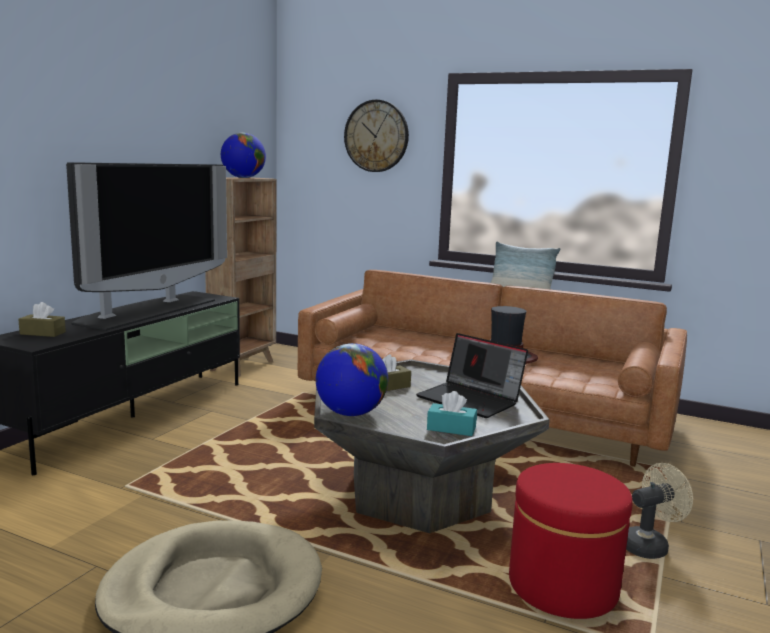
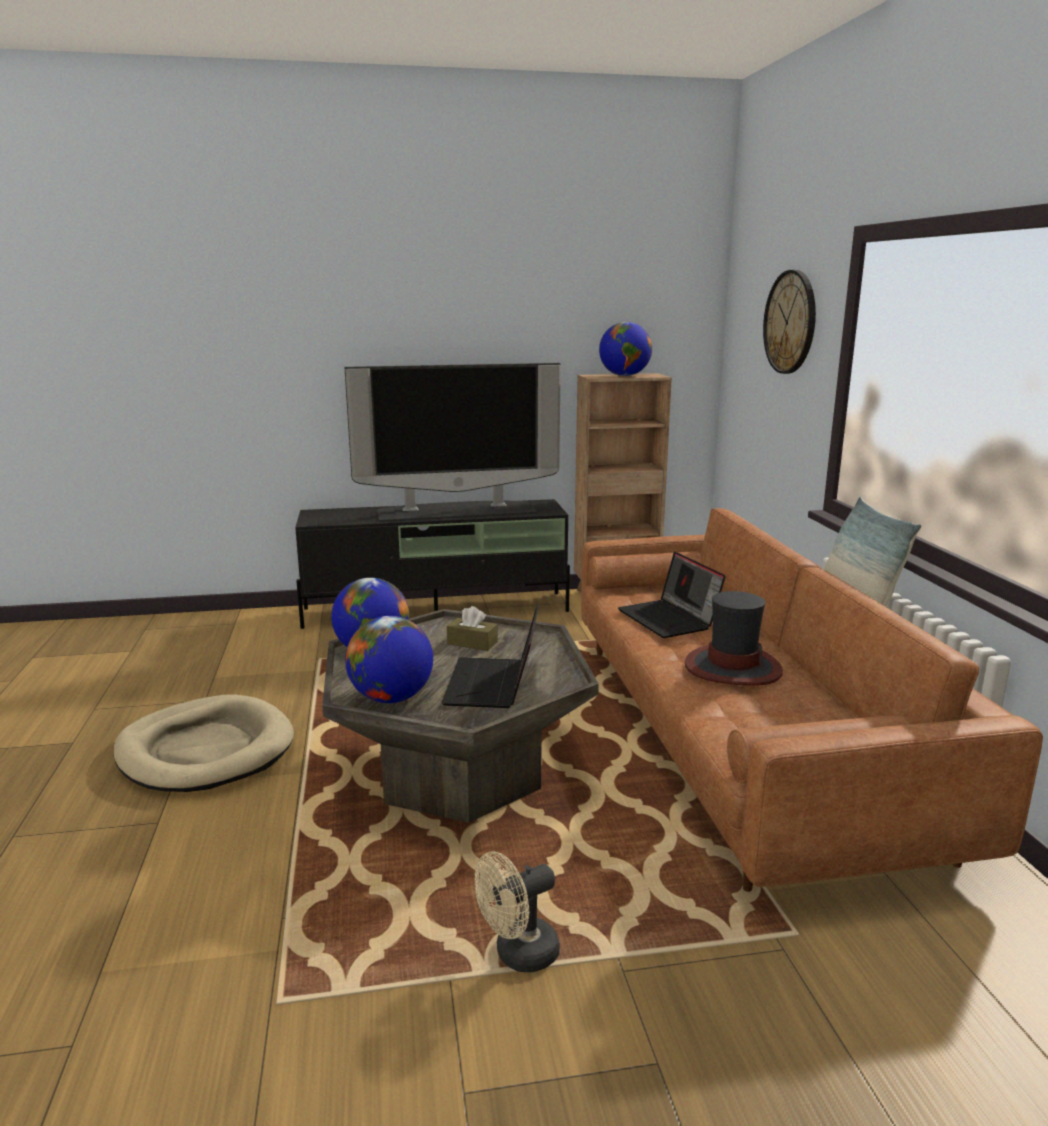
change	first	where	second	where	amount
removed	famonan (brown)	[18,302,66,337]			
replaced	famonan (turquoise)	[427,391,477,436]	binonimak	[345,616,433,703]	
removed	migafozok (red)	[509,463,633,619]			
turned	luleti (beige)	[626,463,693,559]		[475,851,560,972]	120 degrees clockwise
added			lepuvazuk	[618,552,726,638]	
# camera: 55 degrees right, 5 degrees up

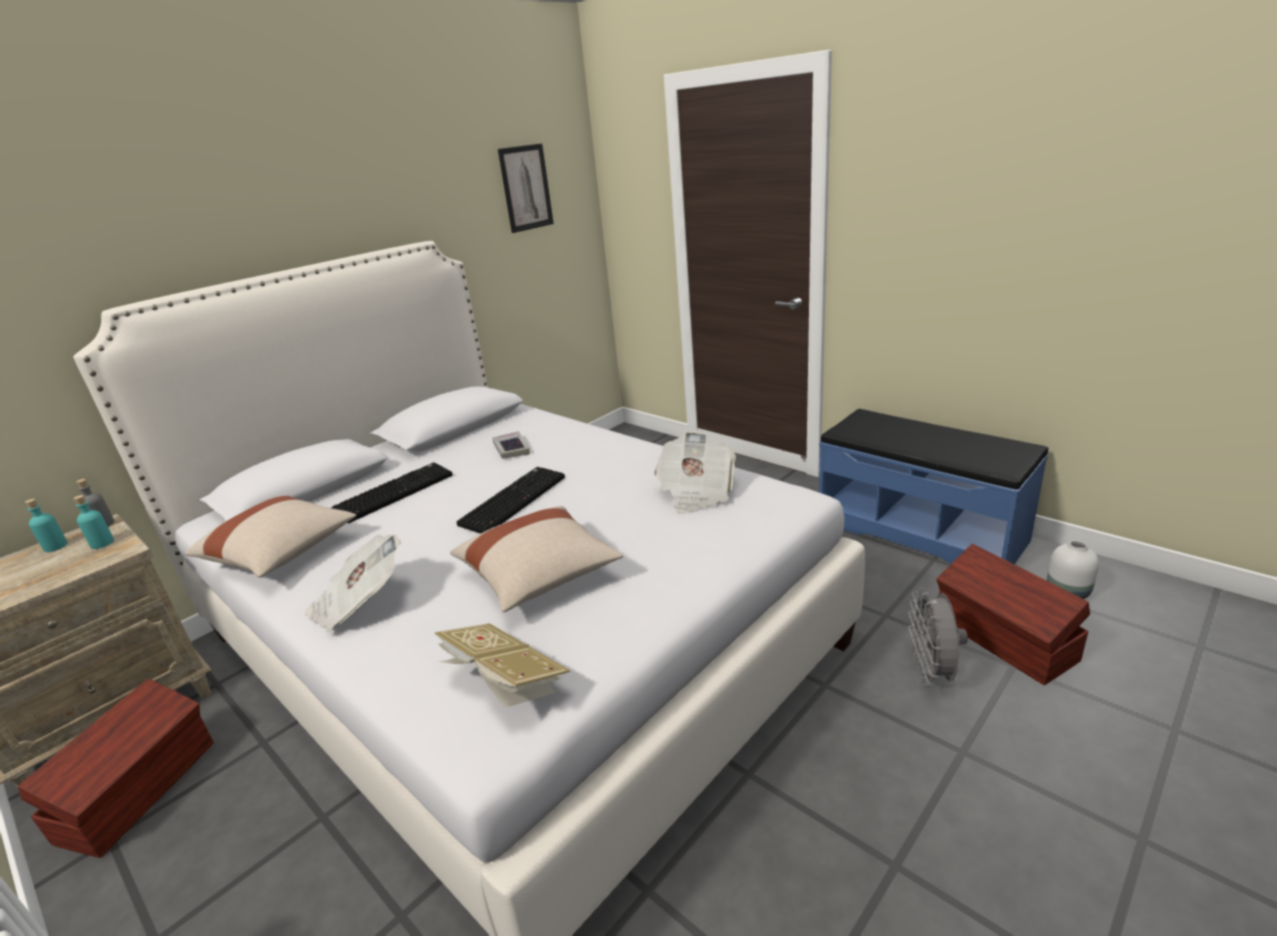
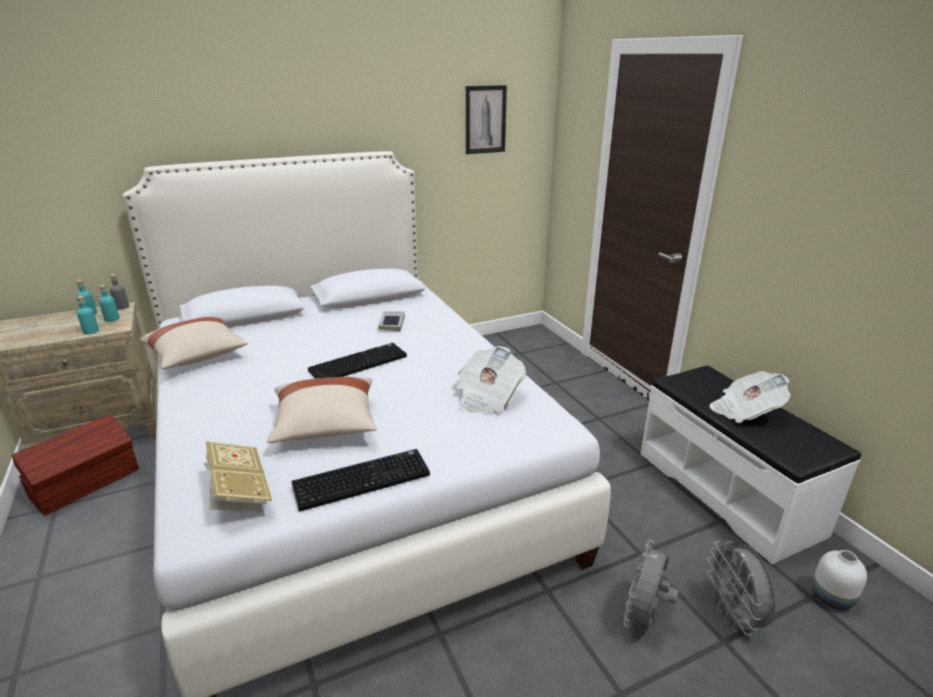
change	first	where	second	where	amount
recoloured	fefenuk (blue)	[819,409,1048,564]	fefenuk (white)	[641,365,861,564]	
moved	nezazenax	[331,462,453,523]		[292,449,430,511]	
moved	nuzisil	[305,534,401,632]		[710,371,791,423]	
replaced	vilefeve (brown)	[937,544,1090,685]	luleti (grey)	[707,541,775,636]	
added			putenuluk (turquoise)	[77,296,99,334]	
# camera: 20 degrees right, 0 degrees up

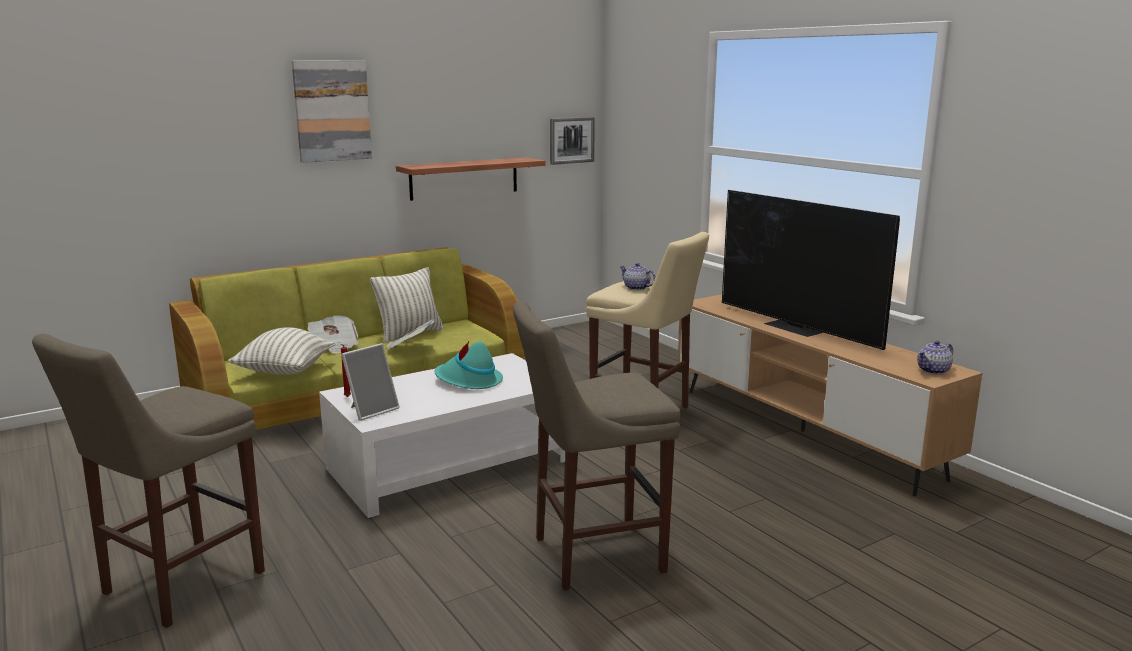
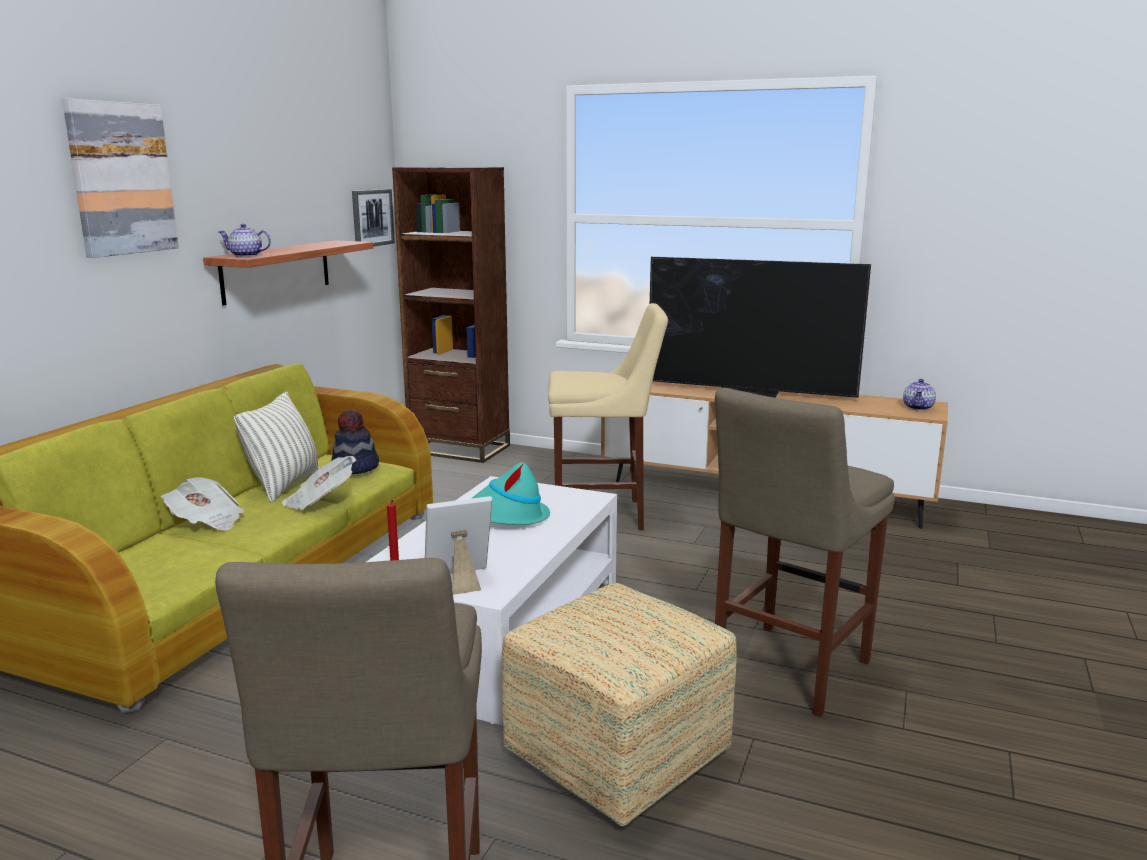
change	first	where	second	where	amount
moved	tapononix	[619,263,656,290]		[218,224,271,257]	
removed	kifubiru	[228,327,335,375]			
turned	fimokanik	[341,343,400,421]		[425,496,492,595]	120 degrees counterclockwise
added			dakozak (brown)	[392,167,510,463]	
added			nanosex	[332,409,379,474]	
added			migafozok	[502,583,737,826]	
# camera: 35 degrees left, 0 degrees up

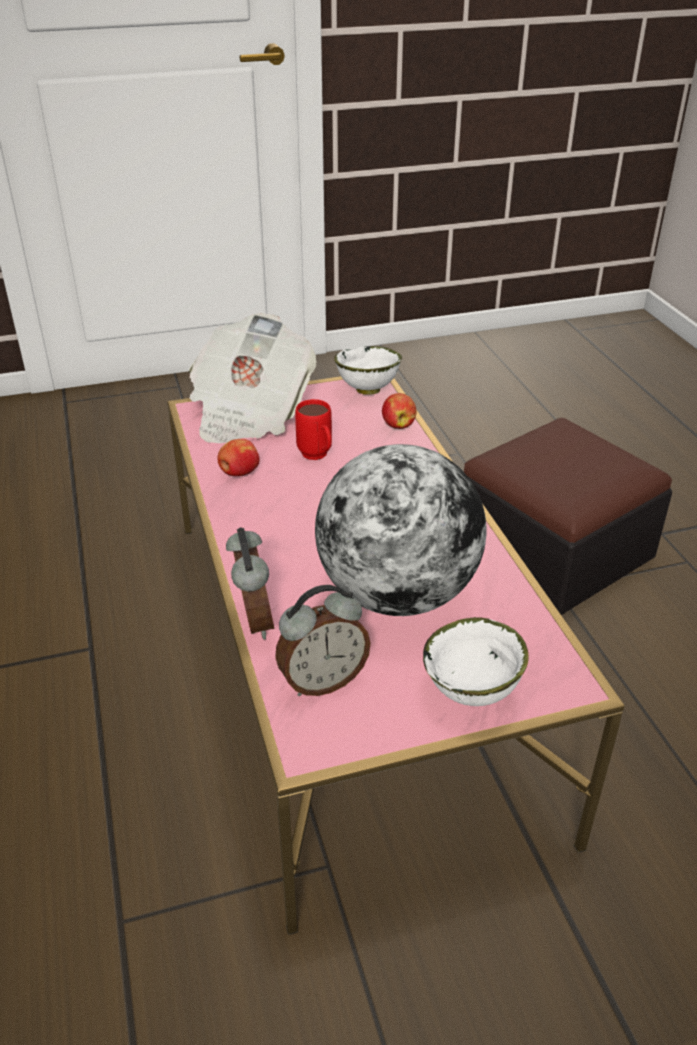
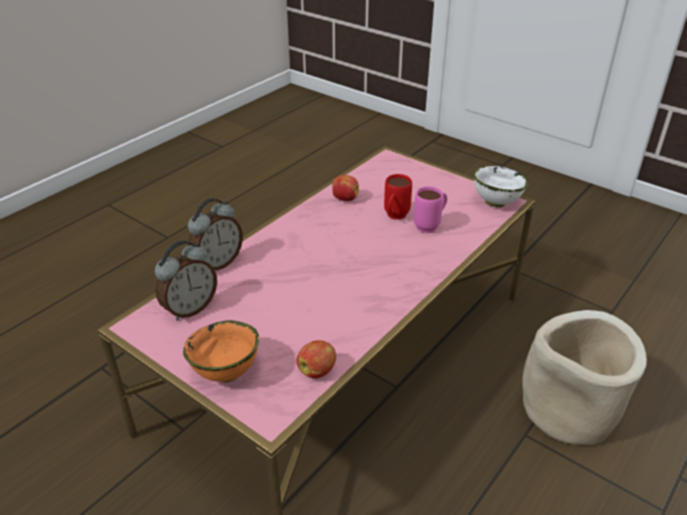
change	first	where	second	where	amount
removed	nuzisil	[189,313,317,443]			
moved	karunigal	[382,393,417,429]		[296,340,336,378]	
replaced	migafozok	[464,418,672,615]	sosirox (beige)	[522,310,647,445]	
removed	binonimak	[315,444,486,616]			
turned	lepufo	[275,585,371,696]		[155,240,217,321]	75 degrees counterclockwise
recoloured	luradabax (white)	[423,617,529,706]	luradabax (orange)	[183,320,259,382]	
added			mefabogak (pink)	[414,187,447,233]	
# camera: 55 degrees right, 0 degrees up

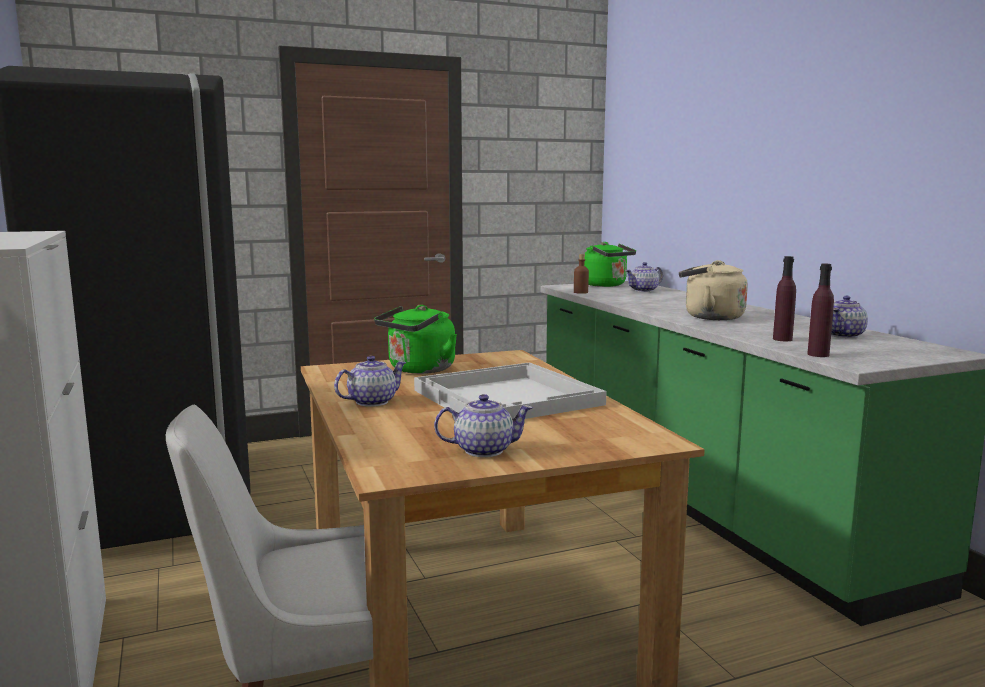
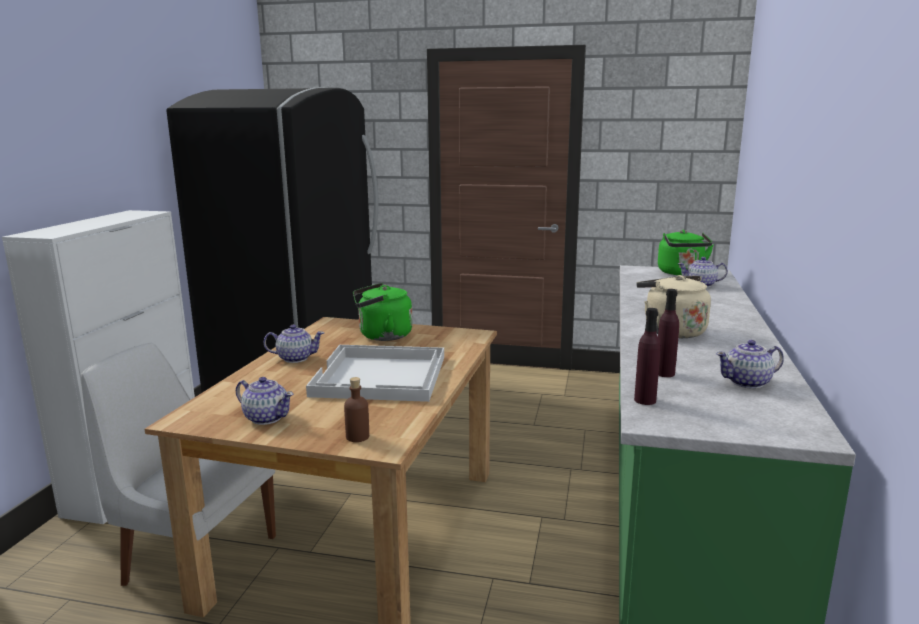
change	first	where	second	where	amount
moved	putenuluk (brown)	[574,254,589,294]		[344,377,369,442]	
# camera: 35 degrees right, 5 degrees up

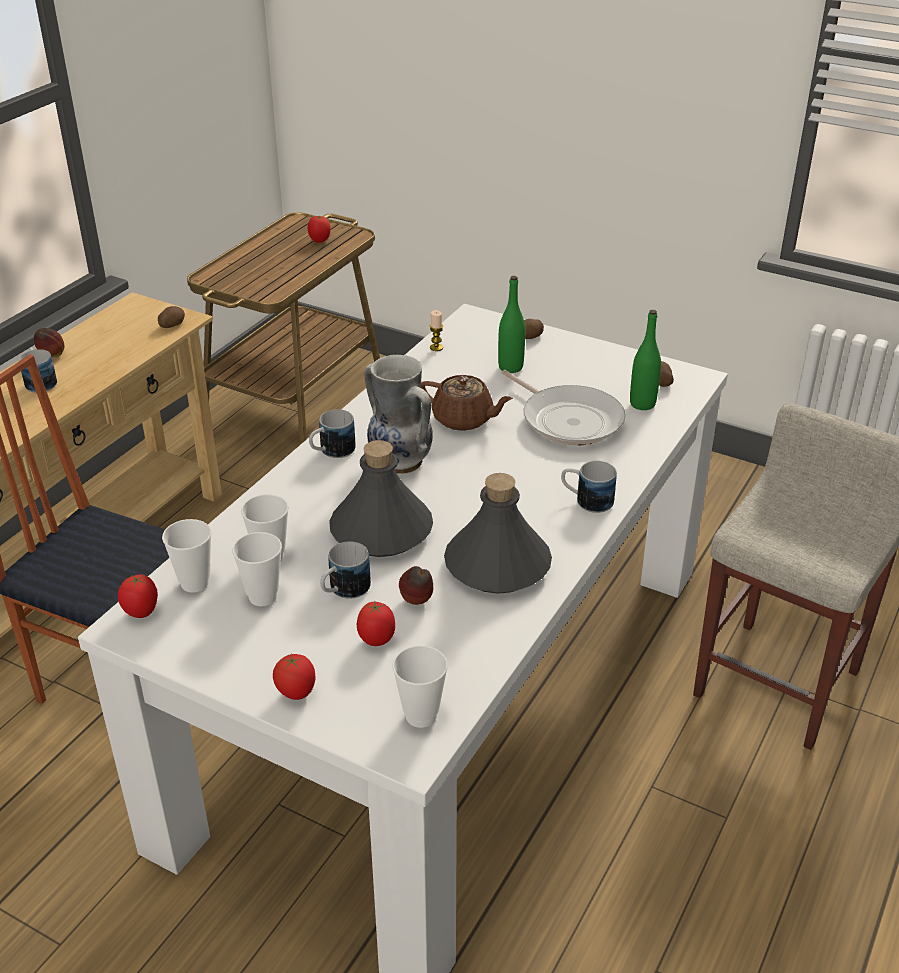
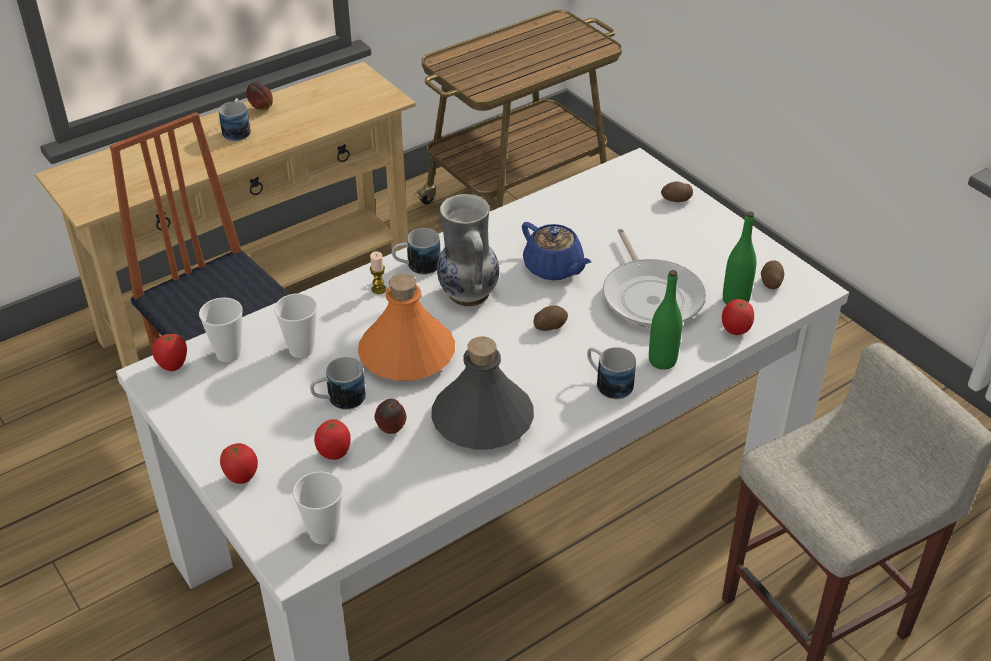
change	first	where	second	where	amount
moved	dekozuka	[307,216,331,243]		[722,299,754,335]	
moved	putenuluk (green)	[498,276,525,373]		[649,270,682,370]	
moved	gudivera	[158,306,185,328]		[533,305,568,331]	
moved	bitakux	[430,310,443,351]		[370,251,386,294]	
recoloured	tapononix (brown)	[421,375,513,431]	tapononix (blue)	[522,222,591,281]	
recoloured	putenuluk (grey)	[329,440,433,557]	putenuluk (orange)	[358,273,455,381]	
removed	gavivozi	[232,532,282,606]			
# camera: 25 degrees right, 5 degrees up

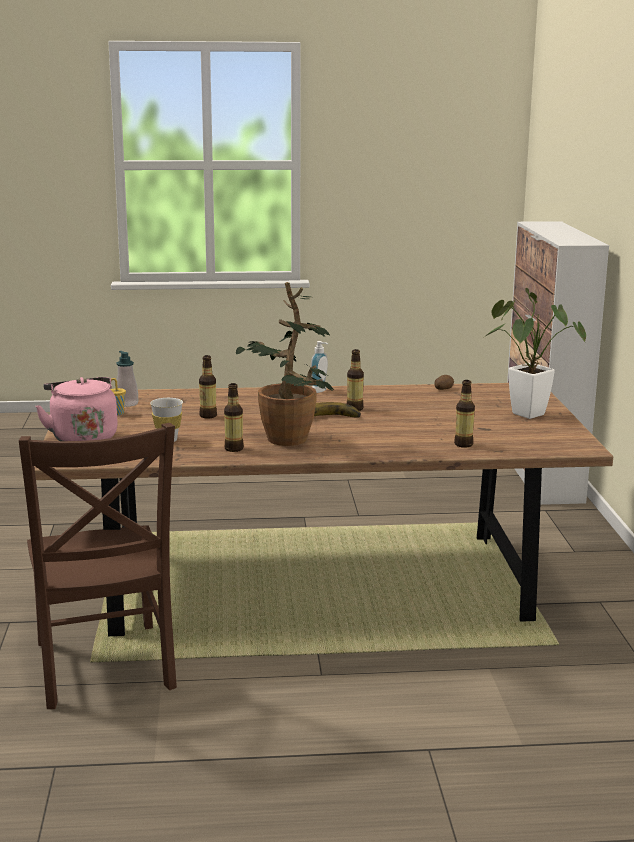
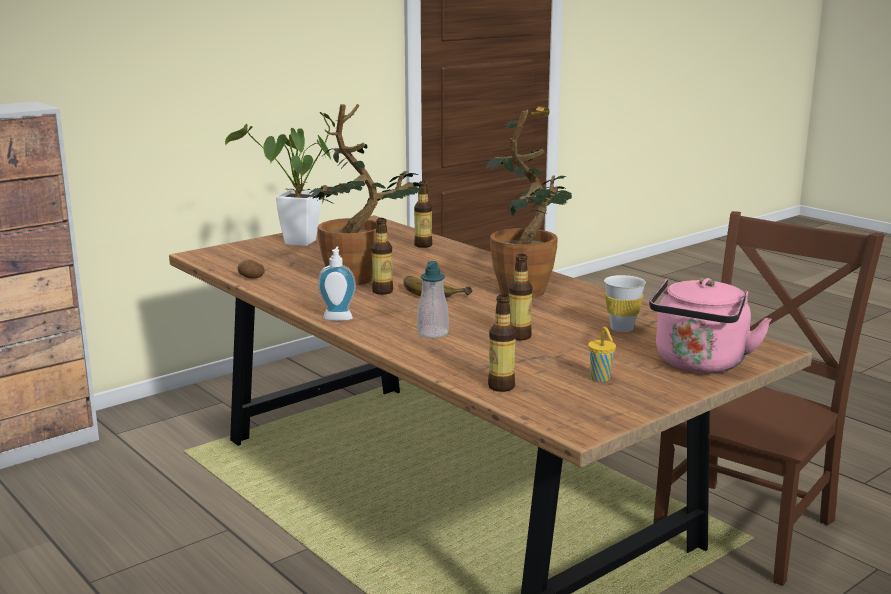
change	first	where	second	where	amount
moved	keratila	[116,351,138,407]		[417,261,449,338]	
moved	putenuluk	[224,383,244,452]		[488,294,516,392]	
added			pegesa	[306,104,425,285]	
# camera: 125 degrees left, 0 degrees up

